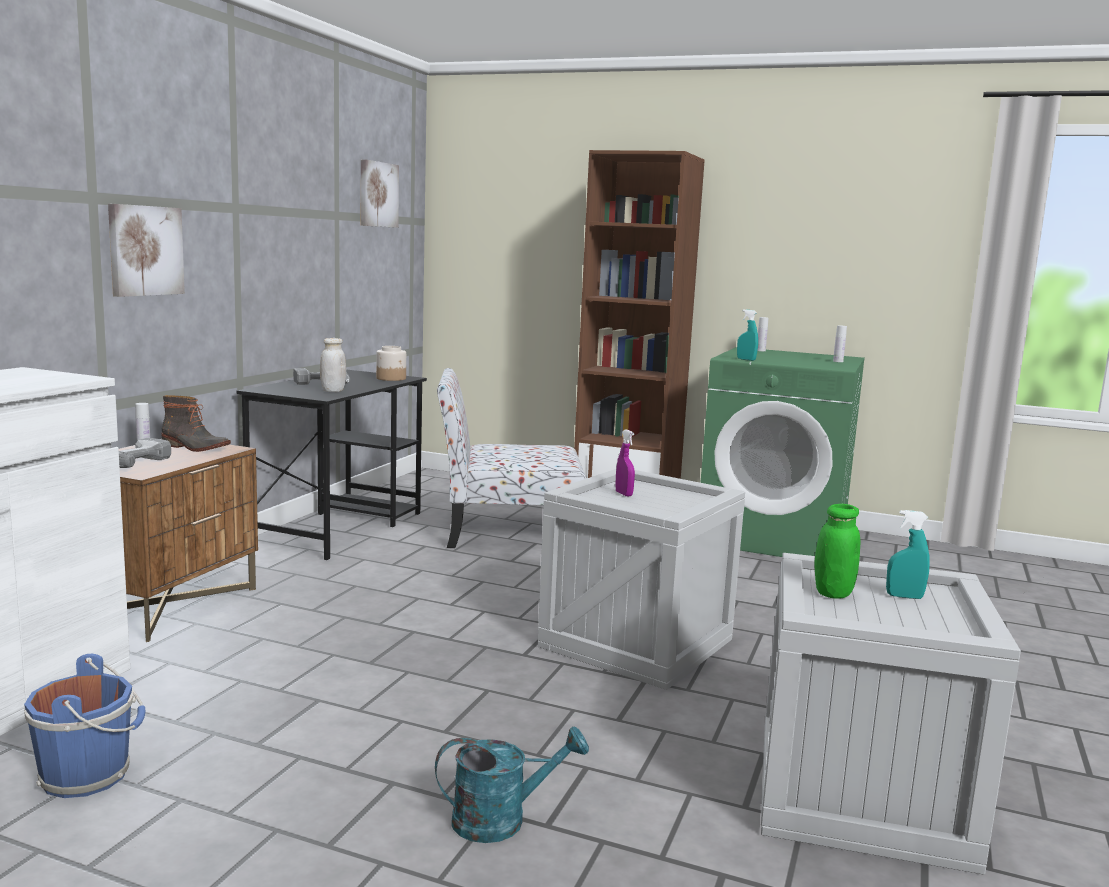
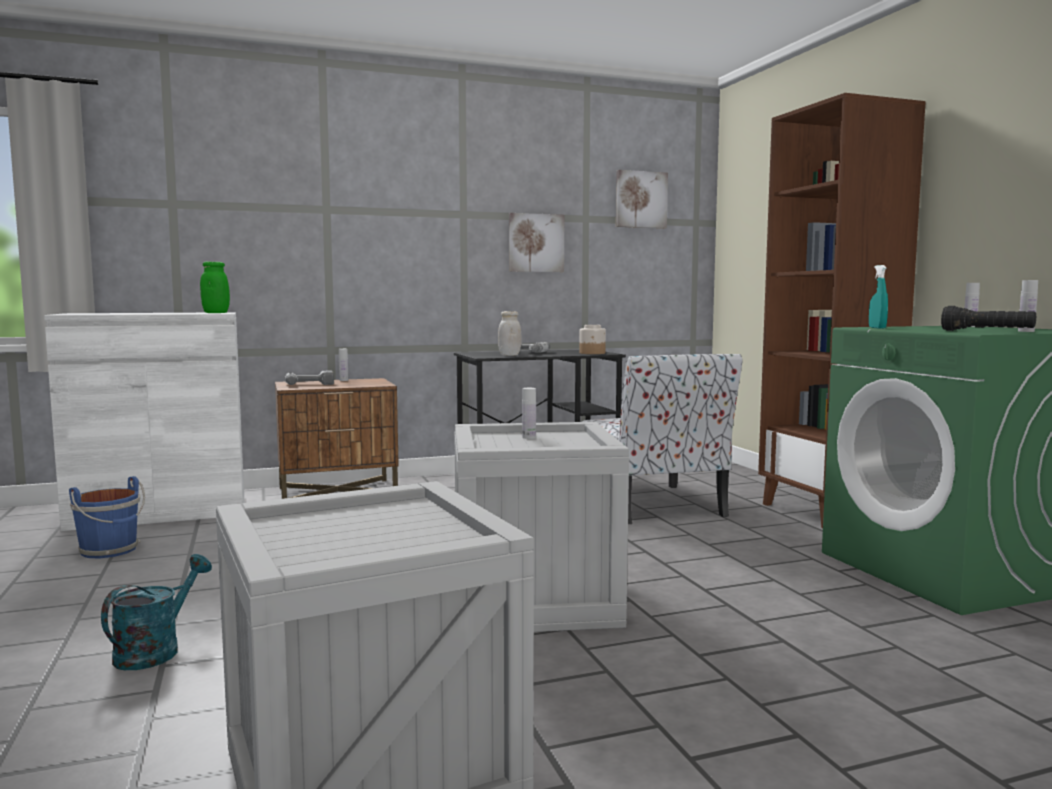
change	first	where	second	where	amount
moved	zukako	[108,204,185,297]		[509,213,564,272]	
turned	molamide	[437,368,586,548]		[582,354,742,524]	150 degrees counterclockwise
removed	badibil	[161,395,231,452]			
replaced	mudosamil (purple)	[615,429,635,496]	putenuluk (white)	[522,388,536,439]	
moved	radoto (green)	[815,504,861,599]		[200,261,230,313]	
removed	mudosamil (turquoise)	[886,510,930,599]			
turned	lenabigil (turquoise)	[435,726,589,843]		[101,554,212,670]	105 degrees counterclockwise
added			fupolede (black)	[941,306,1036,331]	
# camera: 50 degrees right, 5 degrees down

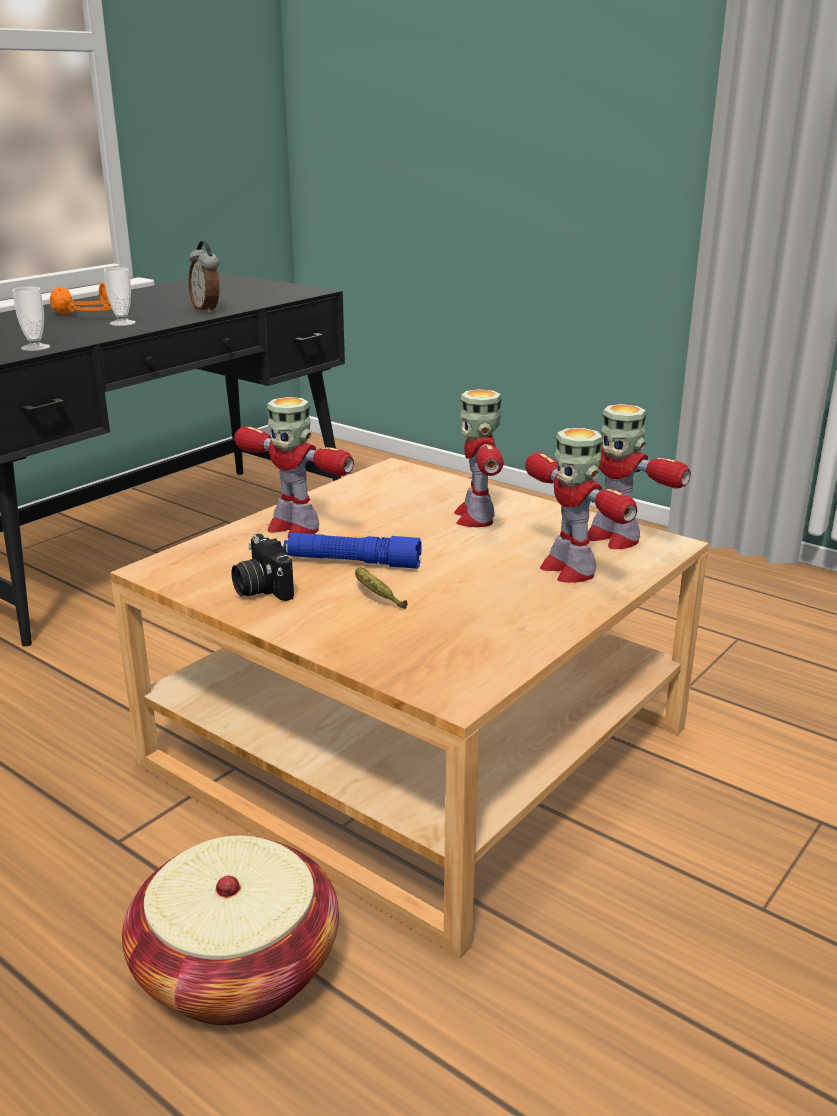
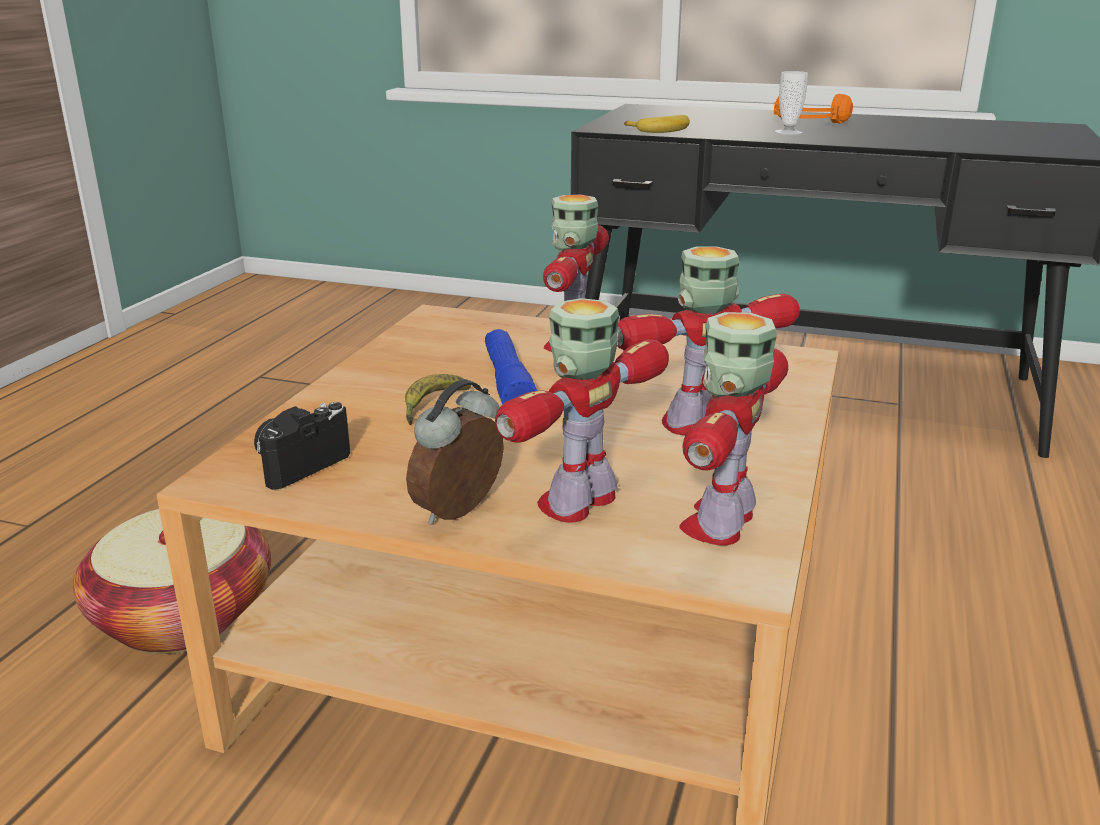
change	first	where	second	where	amount
moved	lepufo	[188,241,220,313]		[406,379,504,525]	
replaced	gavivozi	[13,287,50,351]	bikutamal	[624,115,690,133]	
moved	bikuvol	[232,534,294,601]		[254,402,350,490]	
# camera: 70 degrees right, 0 degrees up

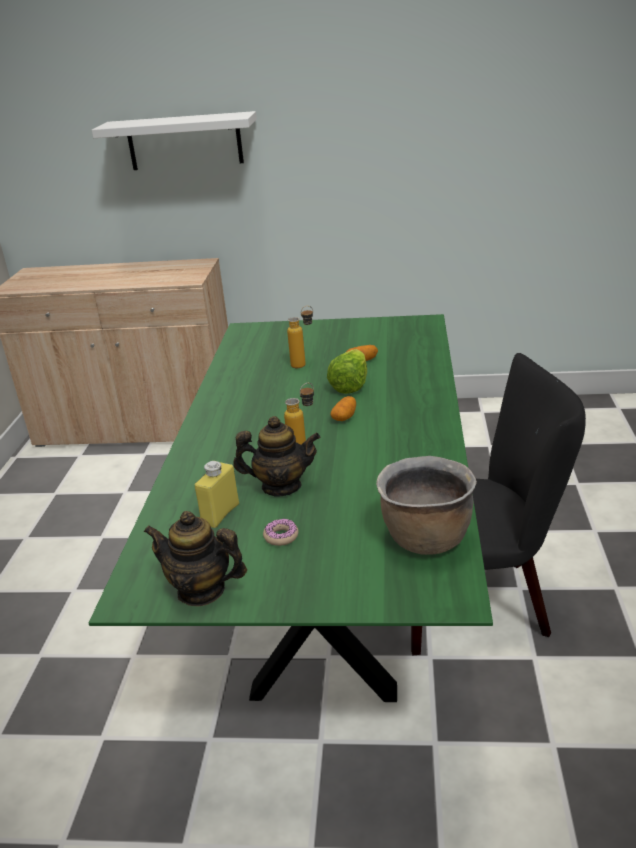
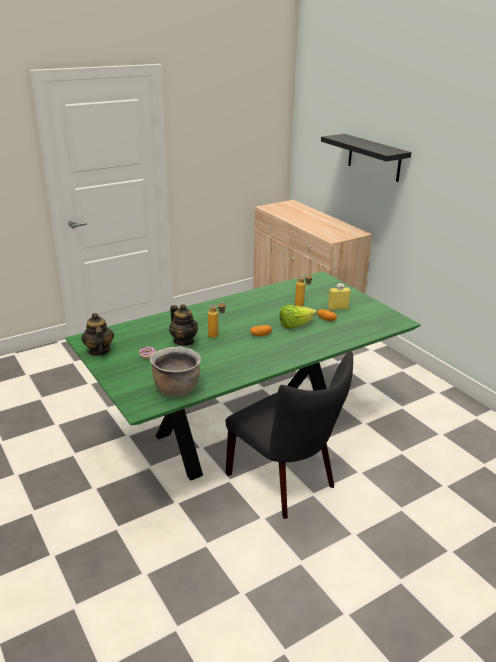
change	first	where	second	where	amount
recoloured	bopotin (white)	[92,111,257,170]	bopotin (black)	[321,134,411,182]	
moved	putenuluk (yellow)	[195,461,239,528]		[328,283,351,311]	
# camera: 50 degrees right, 0 degrees up

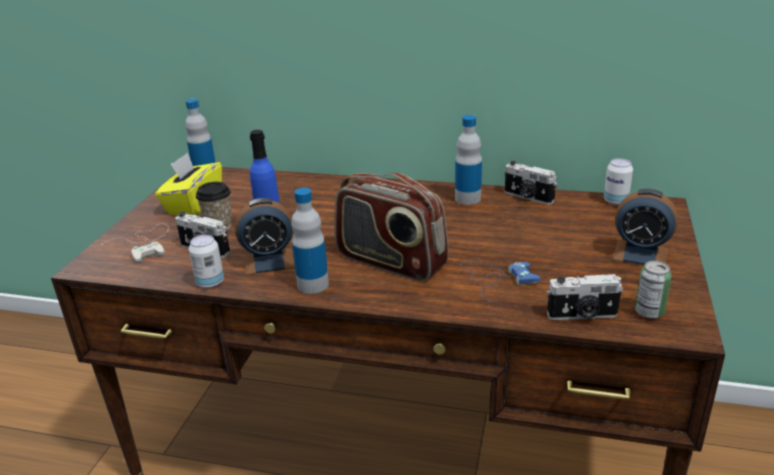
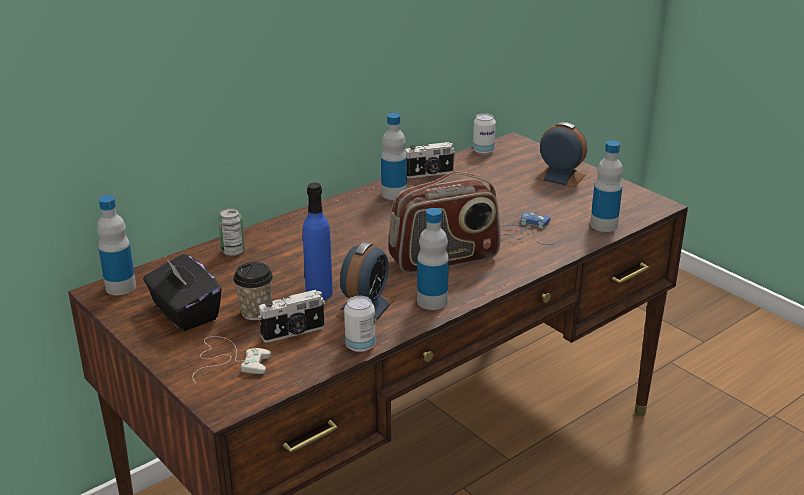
change	first	where	second	where	amount
recoloured	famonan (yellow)	[155,153,222,216]	famonan (black)	[143,254,221,331]	
turned	lepufo	[612,189,678,265]		[536,122,587,188]	120 degrees counterclockwise
moved	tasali	[635,261,672,319]		[218,208,245,256]	
replaced	bikuvol	[547,274,623,320]	putenuluk	[590,140,623,232]	
# camera: 55 degrees left, 0 degrees up

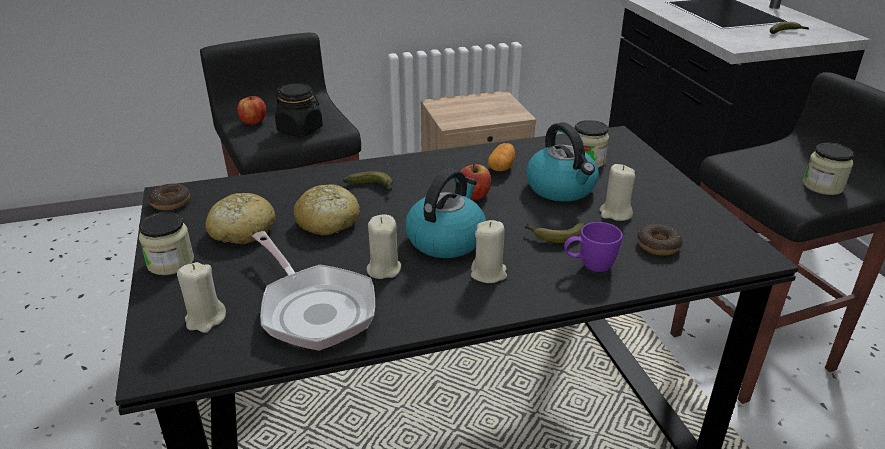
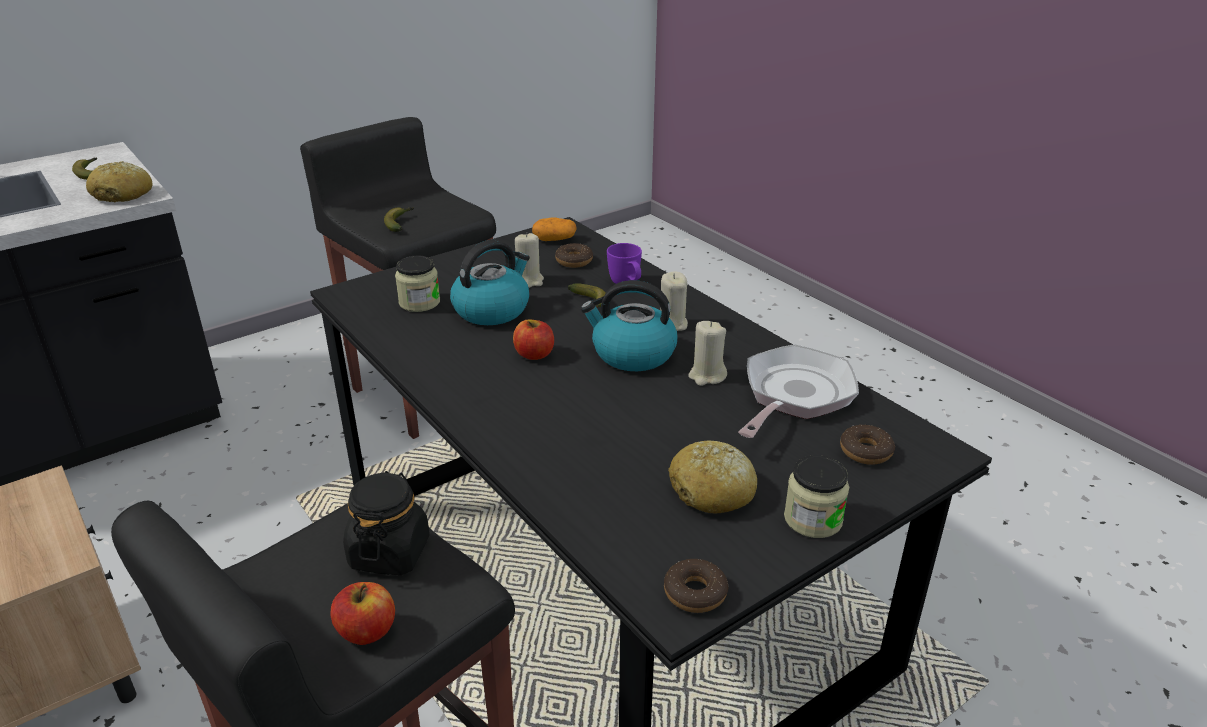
change	first	where	second	where	amount
moved	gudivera	[488,143,515,171]		[532,217,577,241]	
removed	radoto	[803,143,854,195]			
moved	bikutamal	[343,171,393,191]		[384,207,414,232]	
moved	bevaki	[294,184,360,236]		[86,161,153,202]	
replaced	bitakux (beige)	[177,262,226,333]	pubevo	[840,425,895,465]	
# camera: 110 degrees left, 0 degrees up

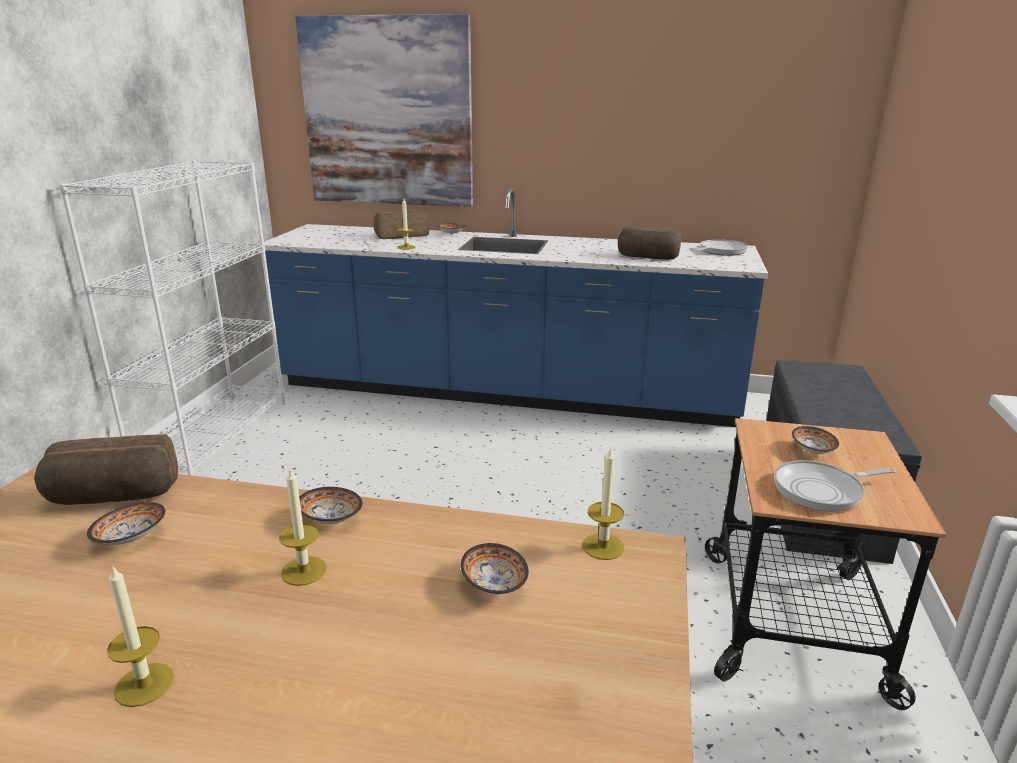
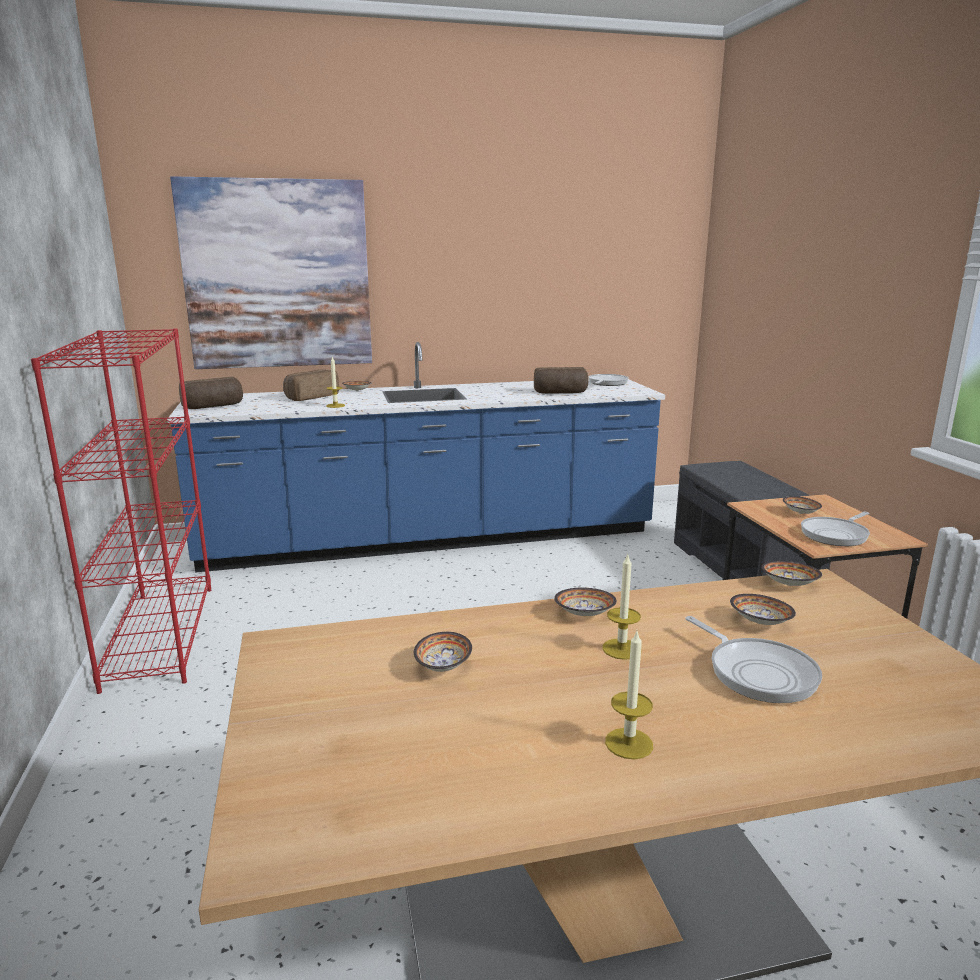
change	first	where	second	where	amount
recoloured	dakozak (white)	[59,160,285,476]	dakozak (red)	[31,328,212,694]	
moved	bevaki	[34,434,178,505]		[179,377,243,409]	
replaced	bitakux	[582,447,624,560]	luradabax	[761,561,822,586]	
added			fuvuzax	[685,616,822,703]	
# camera: 25 degrees left, 5 degrees down

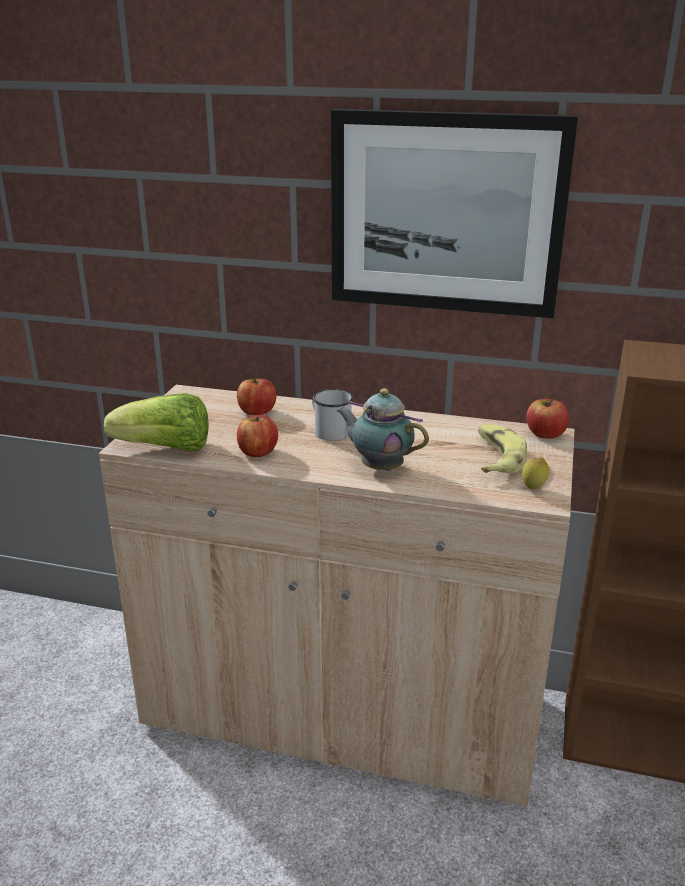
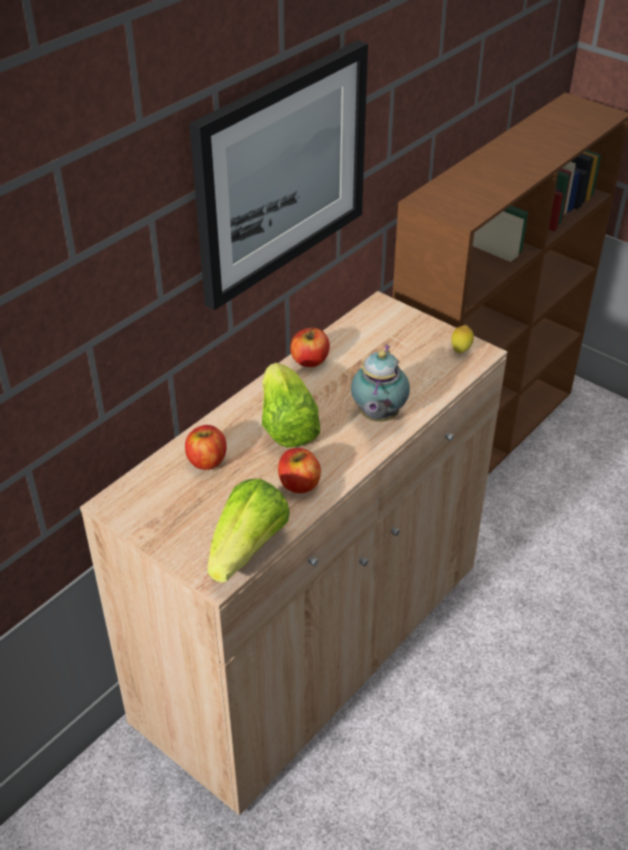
change	first	where	second	where	amount
replaced	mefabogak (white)	[312,389,353,441]	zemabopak	[262,363,320,447]	
turned	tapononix	[336,389,429,471]		[351,345,410,422]	45 degrees counterclockwise
moved	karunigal	[527,397,569,439]		[290,327,330,367]	
removed	bikutamal	[478,424,527,473]			
# camera: 65 degrees left, 15 degrees up

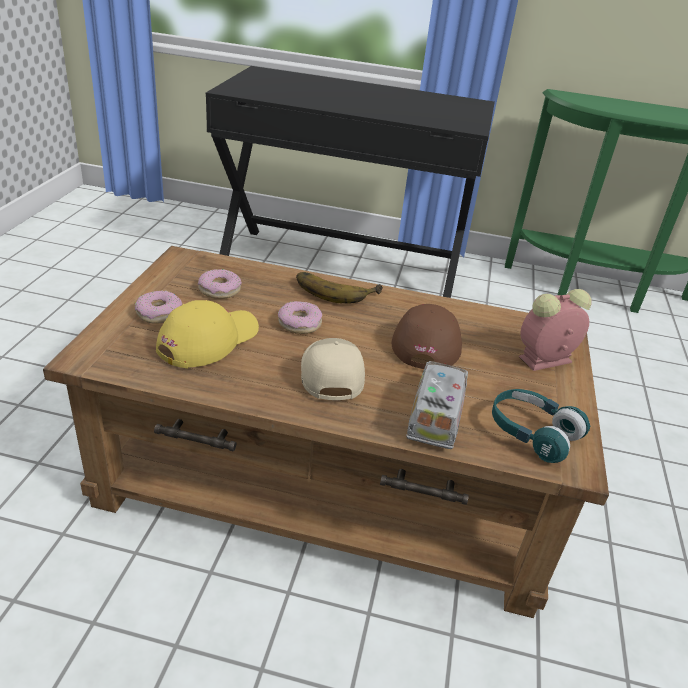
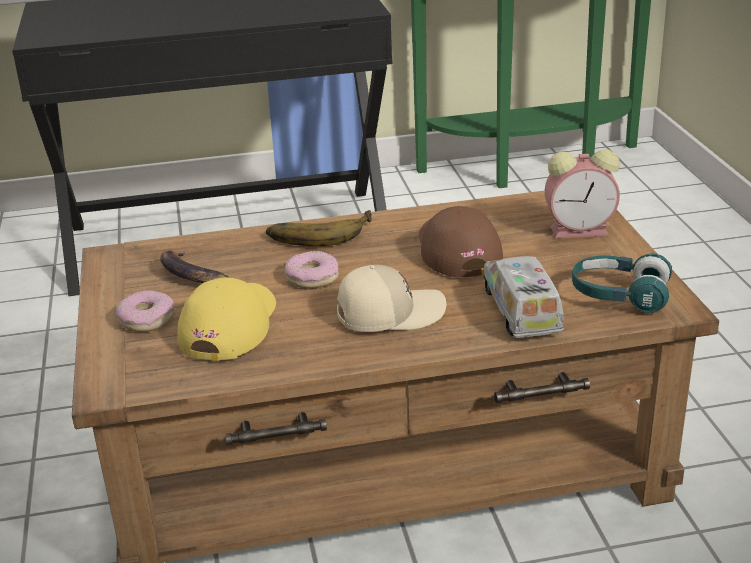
change	first	where	second	where	amount
replaced	pubevo	[198,269,242,299]	bikutamal	[160,250,229,283]	
turned	lepufo	[519,289,592,371]		[545,149,620,239]	135 degrees counterclockwise
turned	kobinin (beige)	[301,338,365,400]		[337,265,446,332]	105 degrees clockwise
# camera: 20 degrees left, 5 degrees down

